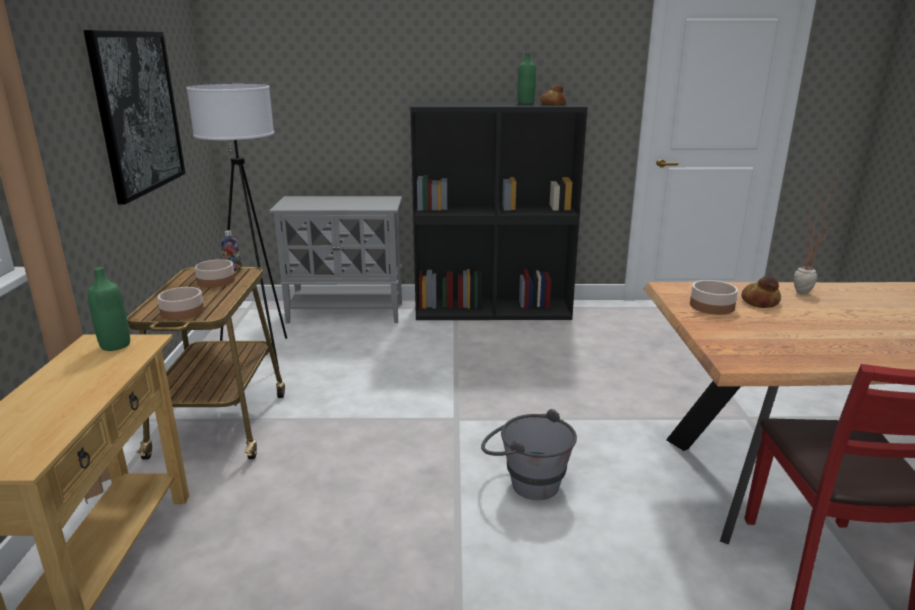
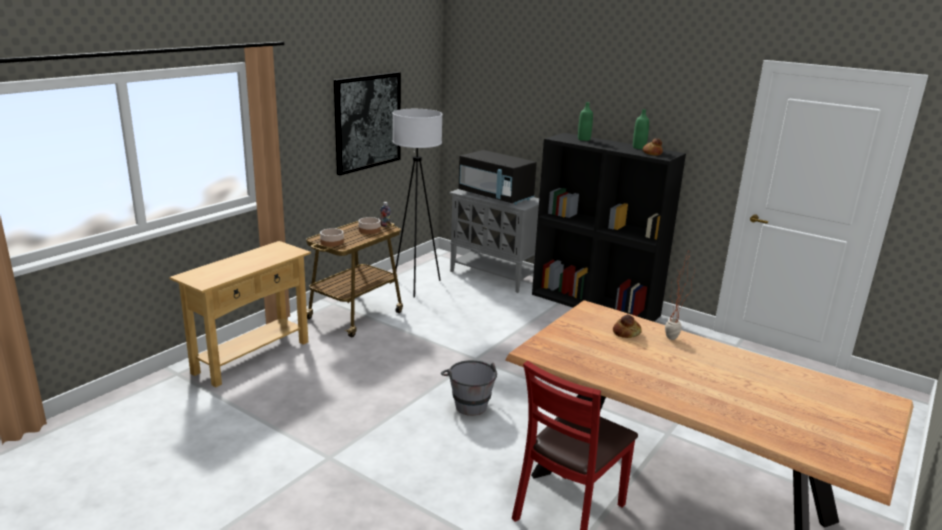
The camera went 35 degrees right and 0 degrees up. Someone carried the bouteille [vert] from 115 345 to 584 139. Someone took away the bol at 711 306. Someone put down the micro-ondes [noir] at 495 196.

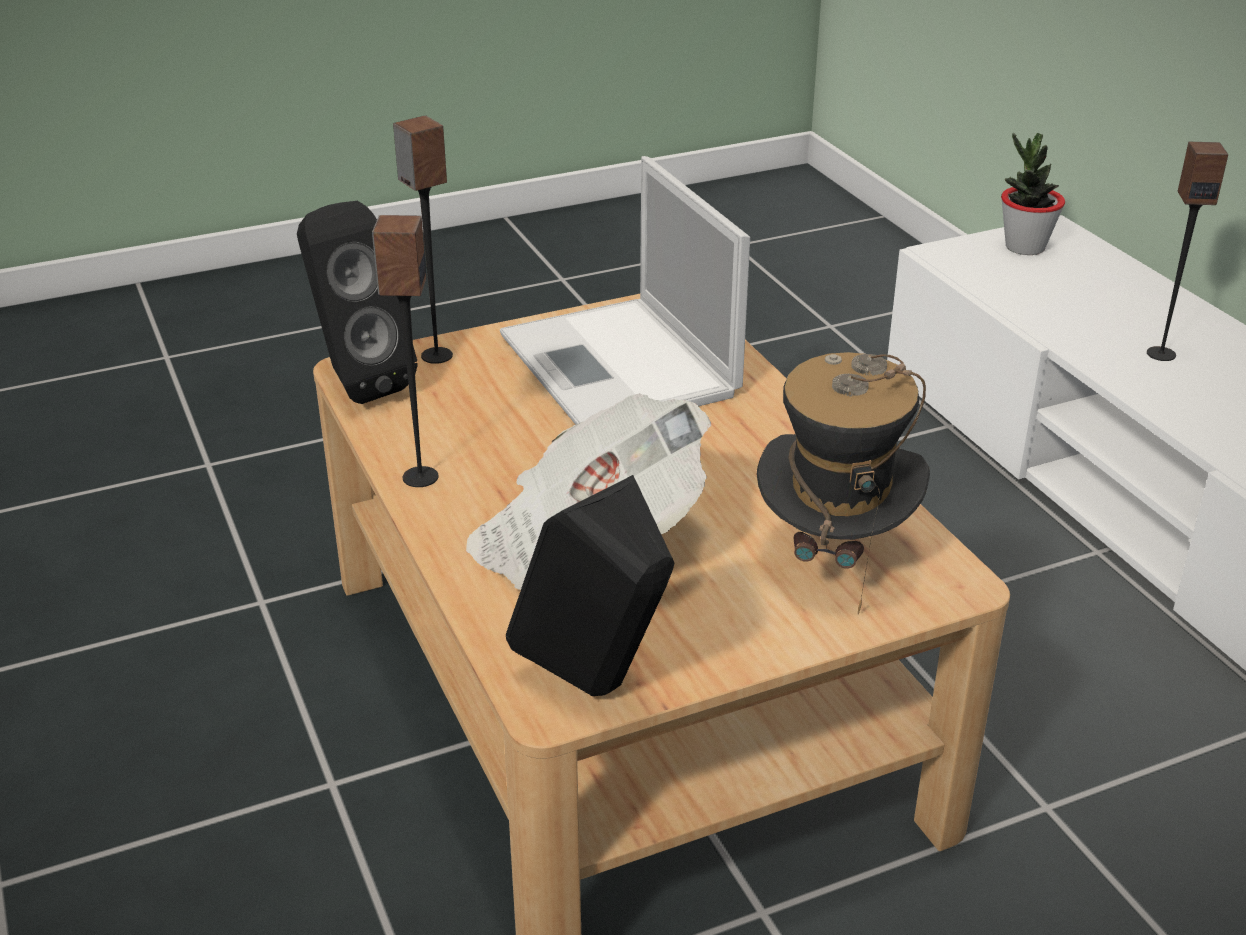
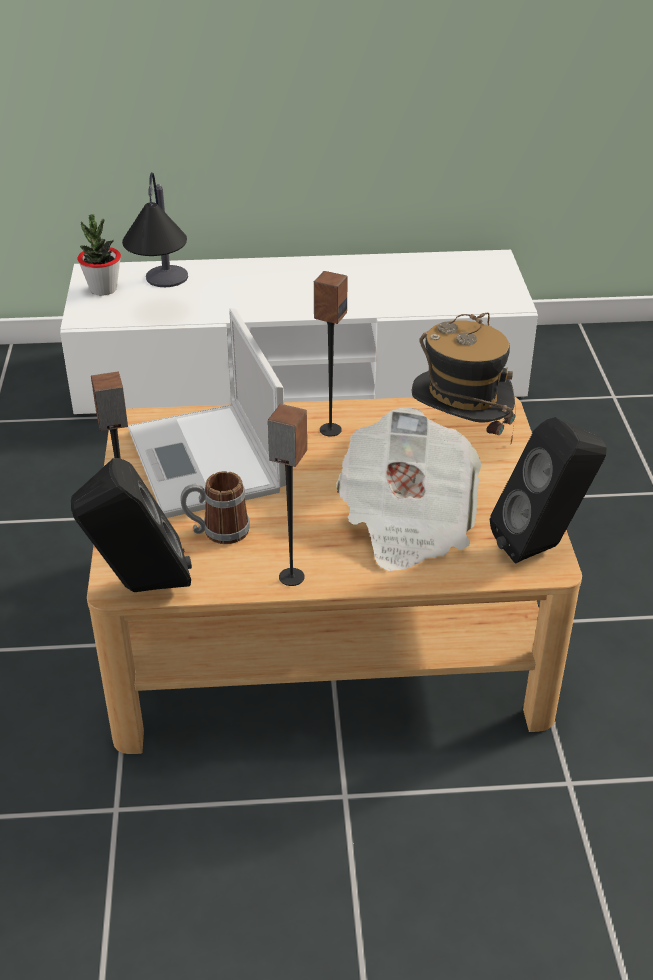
The camera went 70 degrees left and 5 degrees up. Someone carried the enceinte from 1161 354 to 330 430. Someone rotated the ordinateur portable at 621 367 by 75 degrees clockwise. Someone put down the lampe de table at 164 298. Someone put down the mug at 217 531.

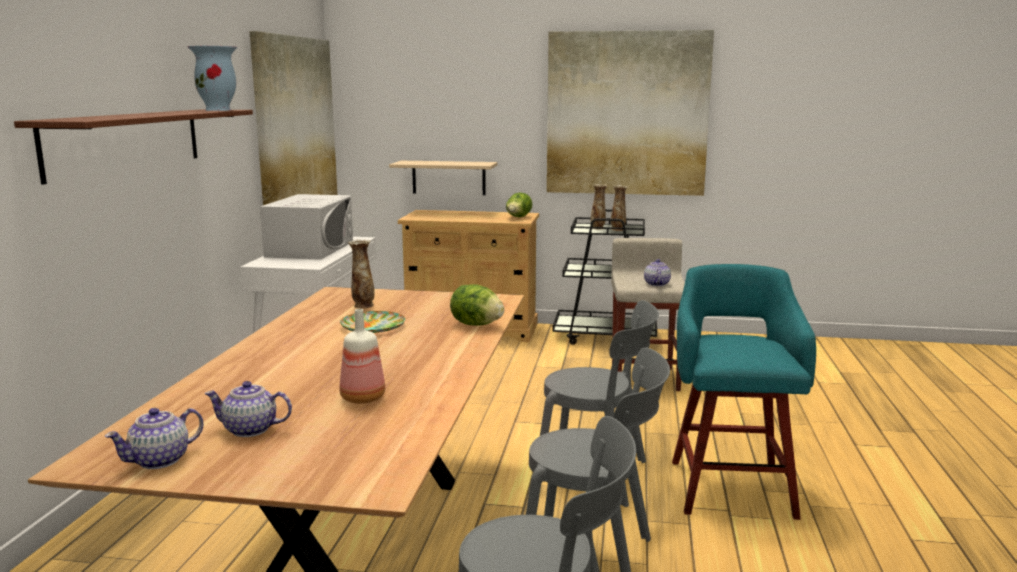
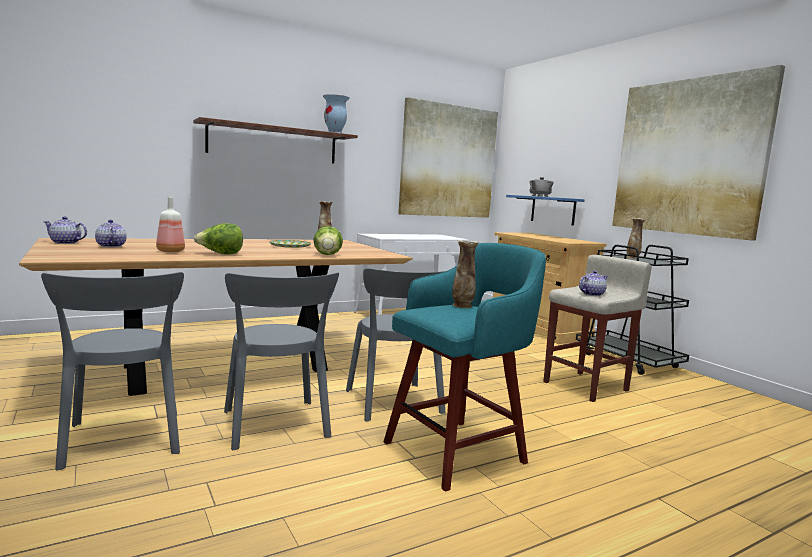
The camera went 50 degrees right and 5 degrees down. Someone repainted the étagère [beige] at 448 177, which became the étagère [bleu] at 553 210. Someone carried the vase from 618 229 to 462 306. Someone carried the laitue from 518 218 to 220 254. Someone took away the micro-ondes [blanc] at 310 249. Someone put down the théière [gris] at 539 196.

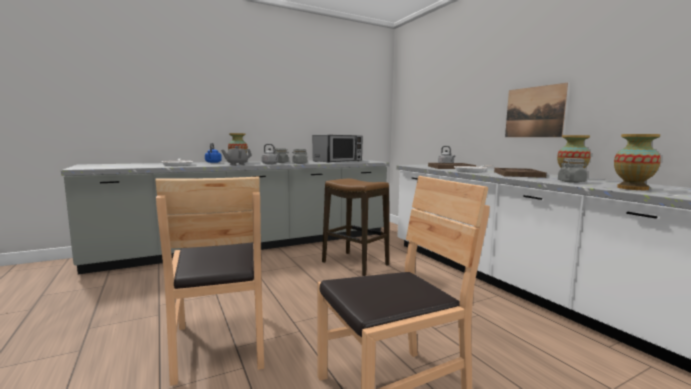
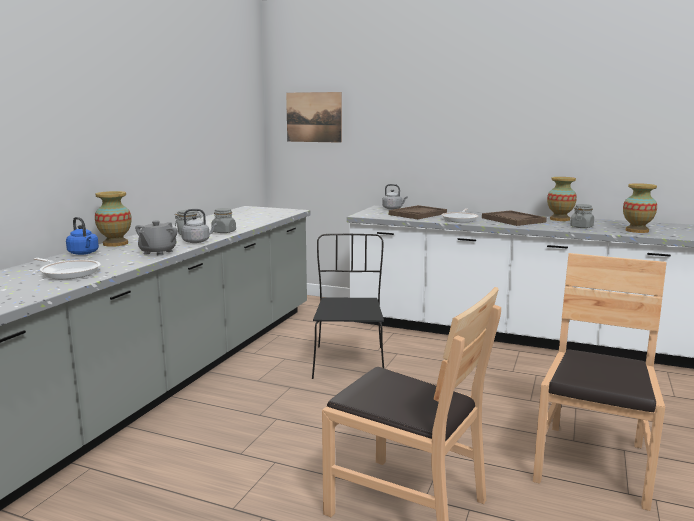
The camera went 40 degrees left and 5 degrees up. Someone carried the tableau from 534 112 to 314 117. Someone took away the micro-ondes at 338 161. Someone swapped the tabouret at 355 264 for the chaise [noir] at 349 361.

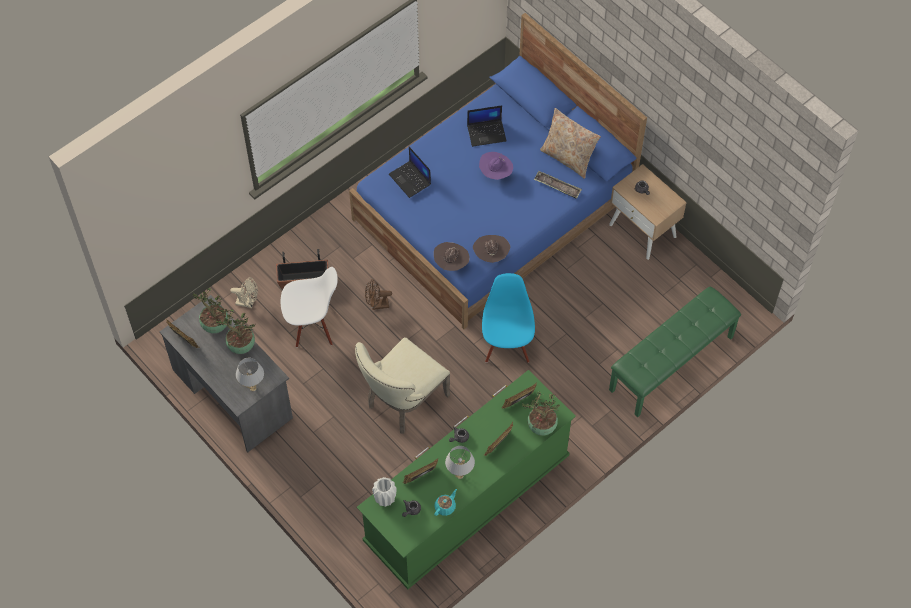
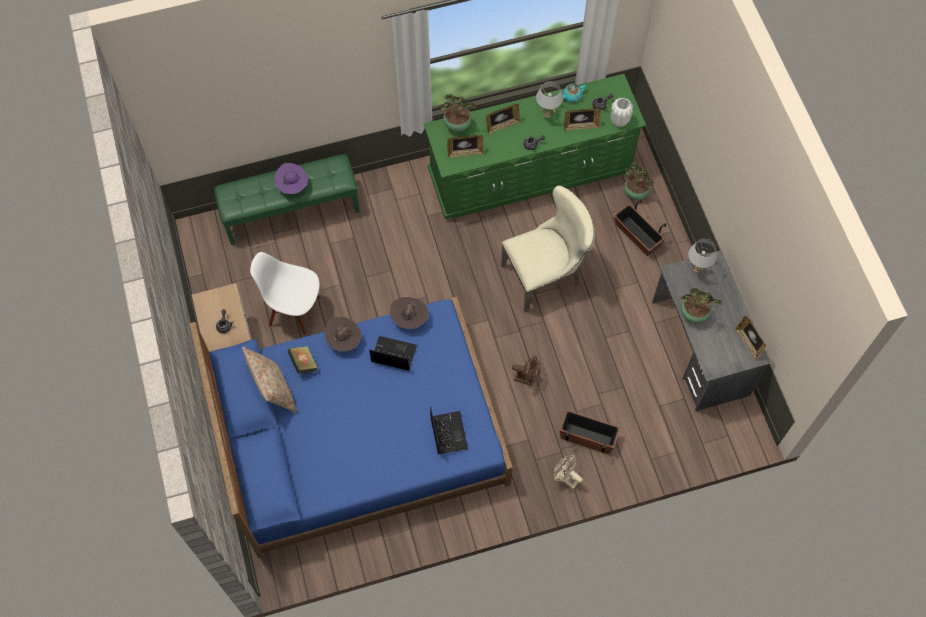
The camera went 155 degrees left and 5 degrees up. Someone carried the ordinateur portable from 487 133 to 393 354. Someone carried the chapeau [violet] from 495 173 to 293 186. Someone swapped the plateau at 557 186 for the livre at 303 363. Someone carried the chapeau [marron] from 451 263 to 344 340. Someone carried the chaise [blanc] from 312 326 to 294 310. Someone took away the chaise [bleu] at 507 346. Someone carried the ventilateur [beige] from 248 303 to 565 478. Someone carried the plante en pot from 214 325 to 636 193. Someone put down the cache-pot at 637 236.

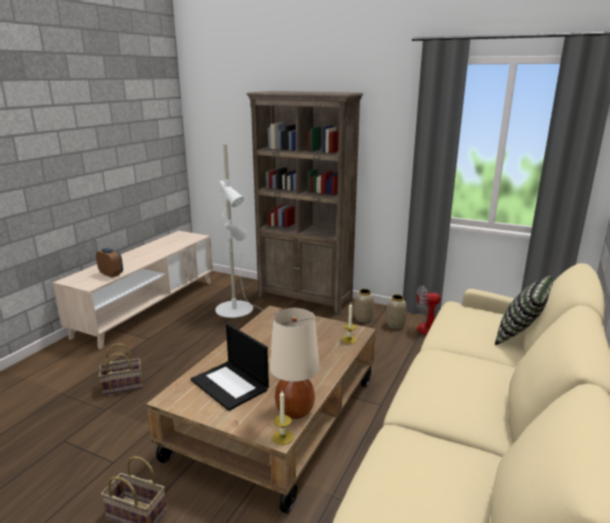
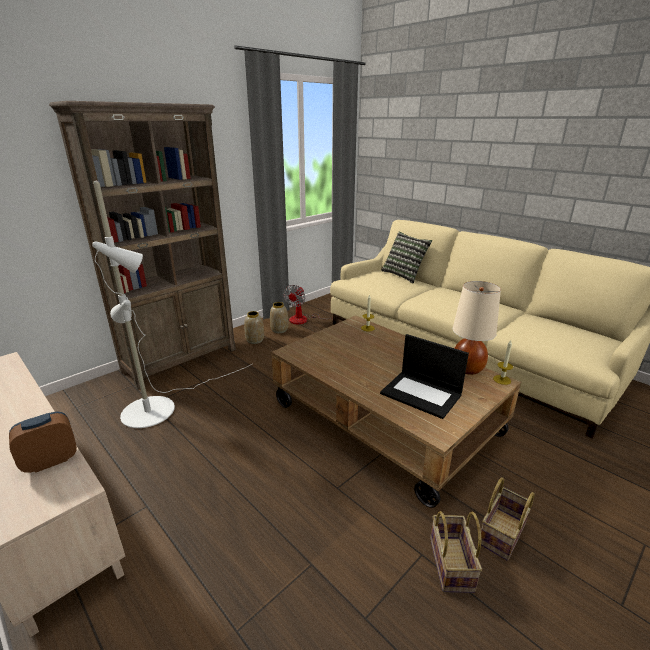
The camera went 70 degrees left and 5 degrees up. Someone rotated the ordinateur portable at 230 385 by 60 degrees clockwise. Someone carried the panier from 124 385 to 449 562.

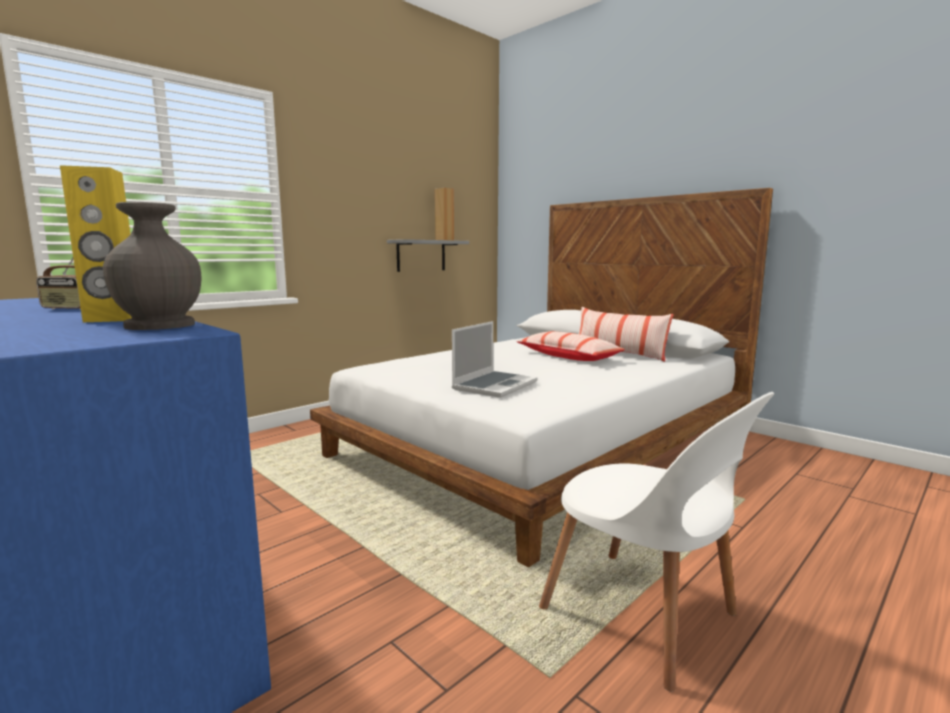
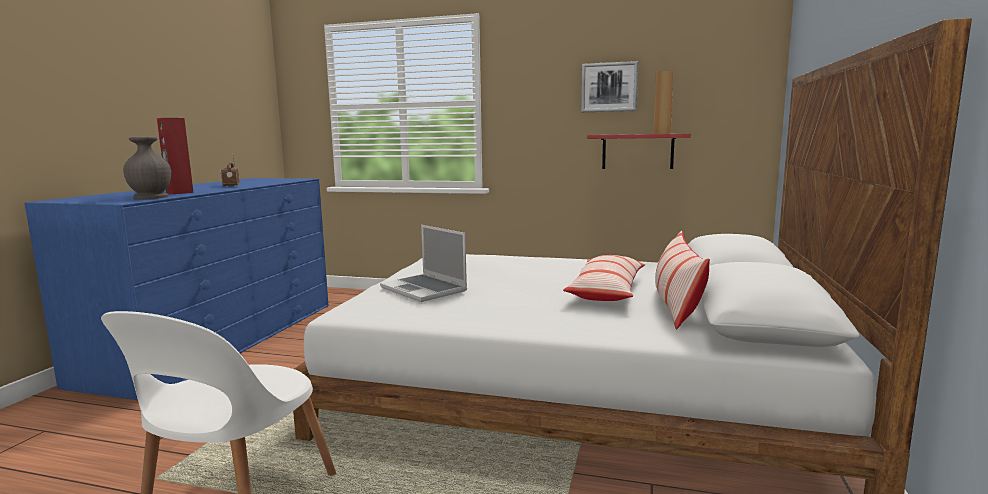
The camera went 60 degrees right and 0 degrees up. Someone repainted the enceinte [jaune] at 113 319, which became the enceinte [rouge] at 179 193. Someone repainted the étagère [gris] at 421 255, which became the étagère [rouge] at 637 151. Someone rotated the ordinateur portable at 494 385 by 45 degrees clockwise. Someone put up the tableau at 609 87.

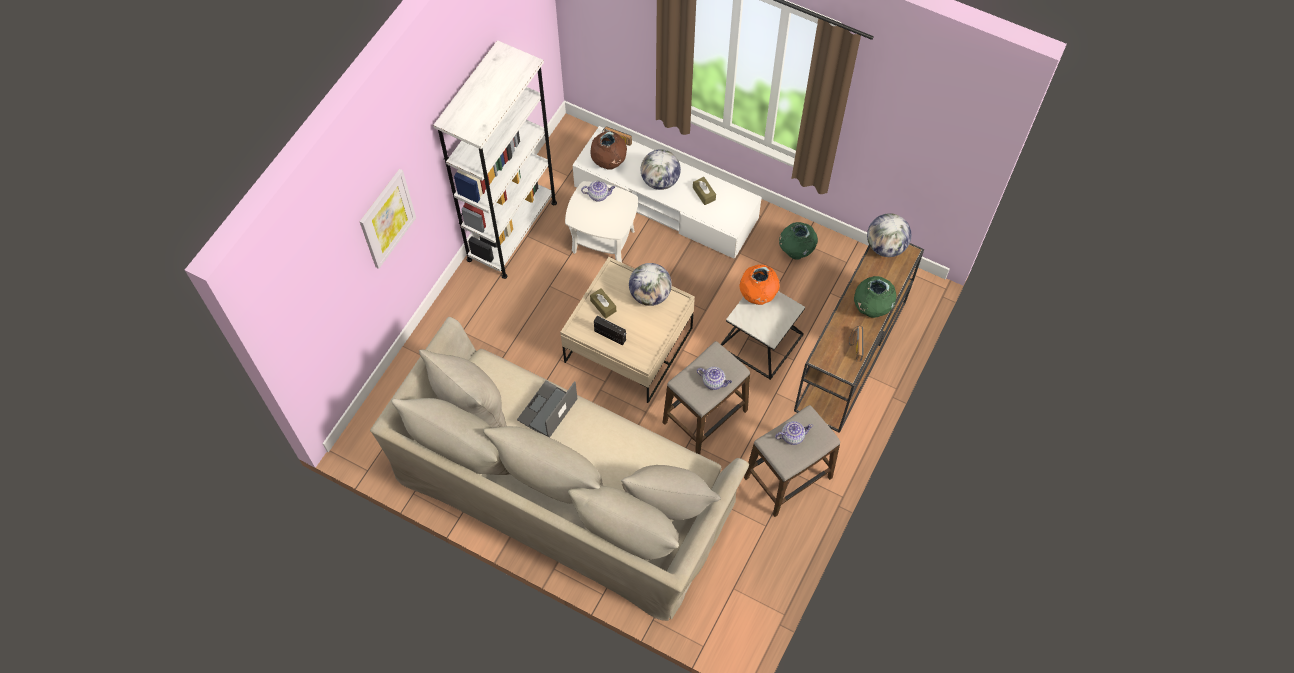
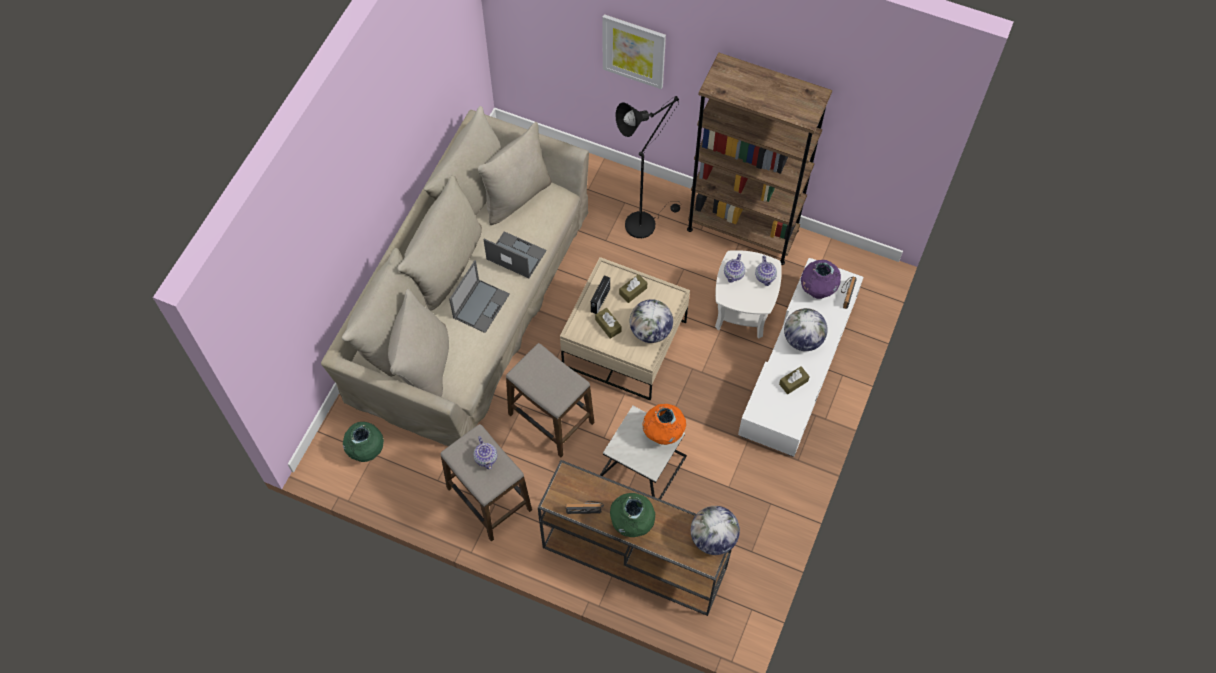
The camera went 85 degrees right and 0 degrees up. Someone repainted the bibliothèque [blanc] at 512 231, which became the bibliothèque [marron] at 742 230. Someone repainted the vase [marron] at 609 163, which became the vase [violet] at 817 290. Someone carried the vase [vert] from 795 251 to 366 450. Someone carried the théière from 714 382 to 734 274. Someone put down the lampadaire [noir] at 645 221. Someone put down the ordinateur portable at 481 305. Someone put down the boîte à mouchoirs [marron] at 608 325.

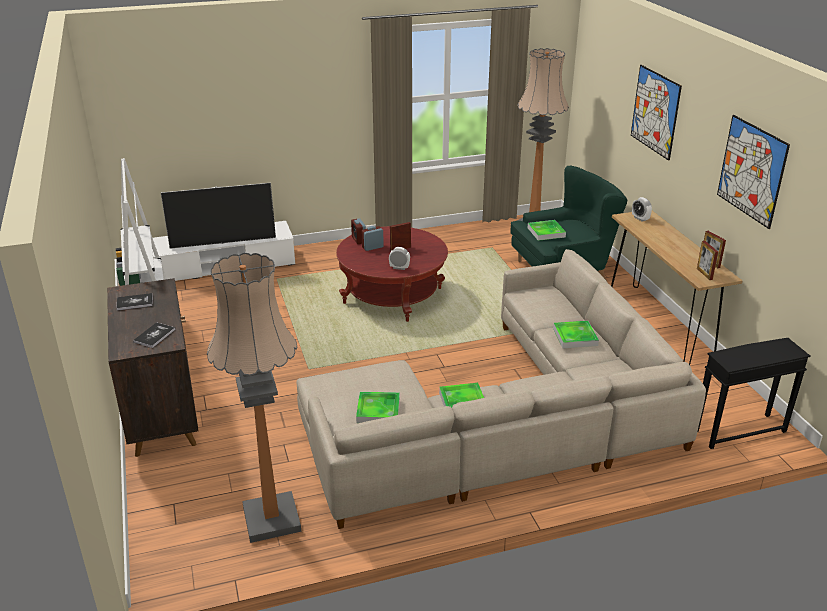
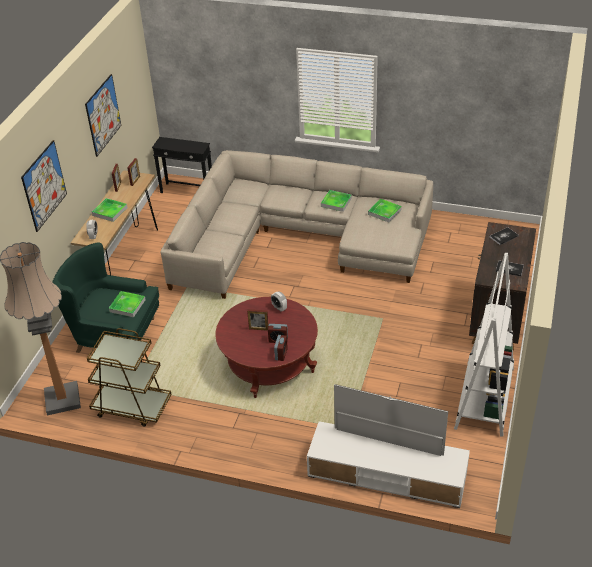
The camera went 145 degrees left and 10 degrees up. Someone took away the lampadaire at 271 519. Someone carried the plateau from 575 337 to 110 211. Someone put down the chariot [marron] at 131 407.

